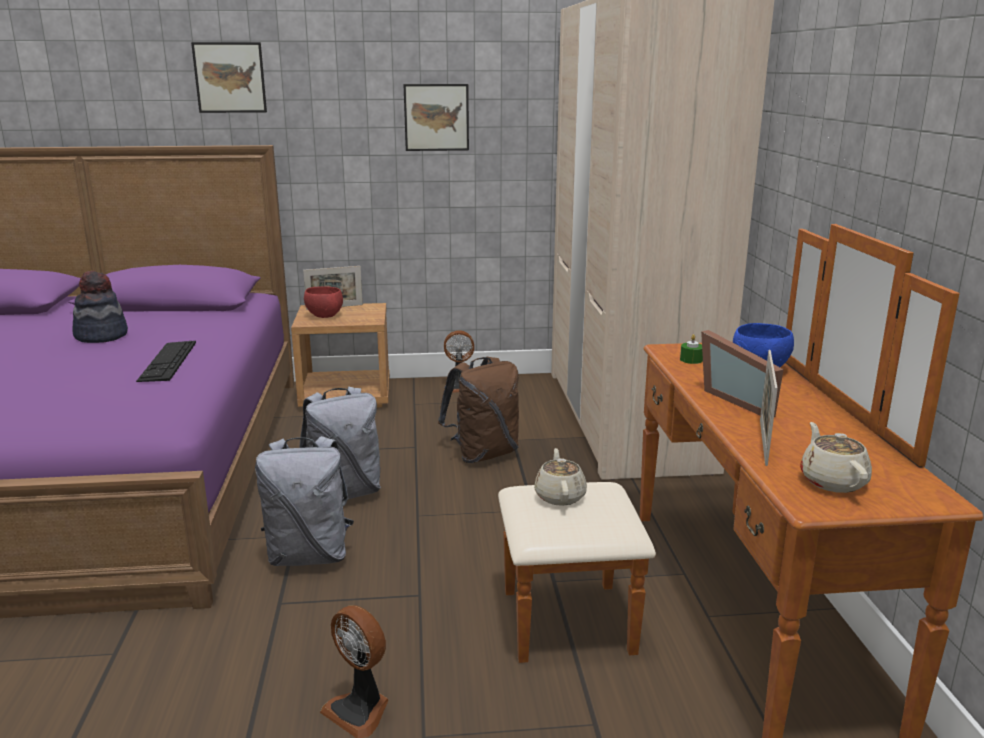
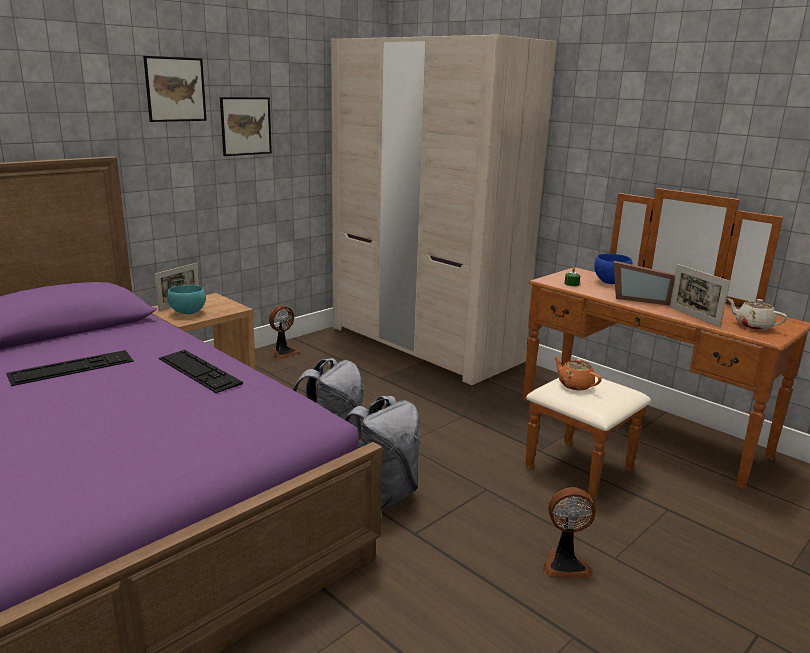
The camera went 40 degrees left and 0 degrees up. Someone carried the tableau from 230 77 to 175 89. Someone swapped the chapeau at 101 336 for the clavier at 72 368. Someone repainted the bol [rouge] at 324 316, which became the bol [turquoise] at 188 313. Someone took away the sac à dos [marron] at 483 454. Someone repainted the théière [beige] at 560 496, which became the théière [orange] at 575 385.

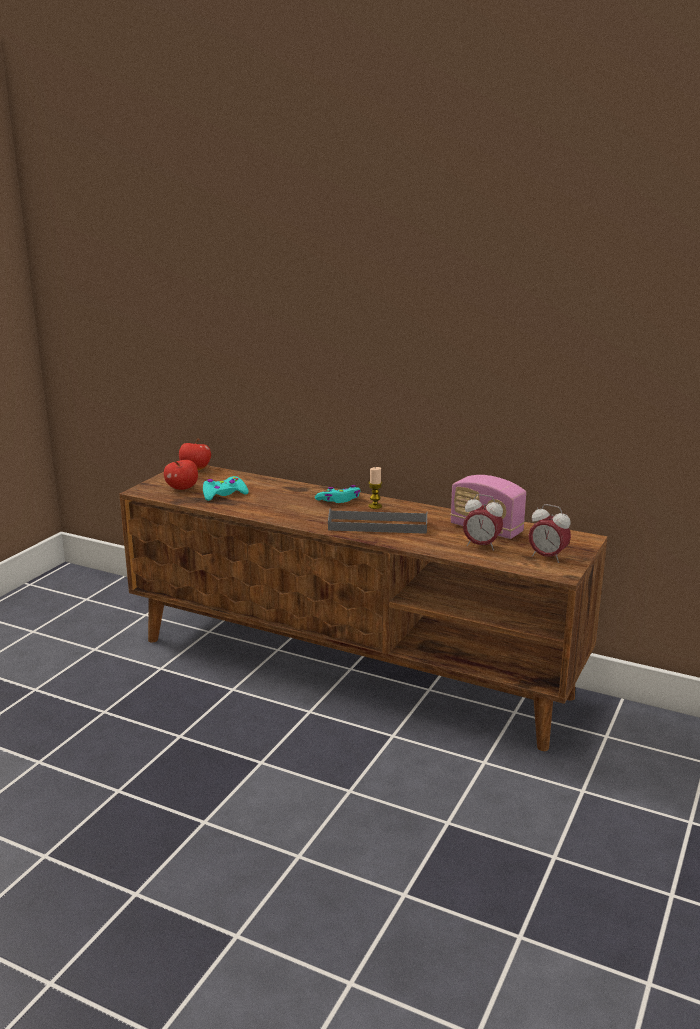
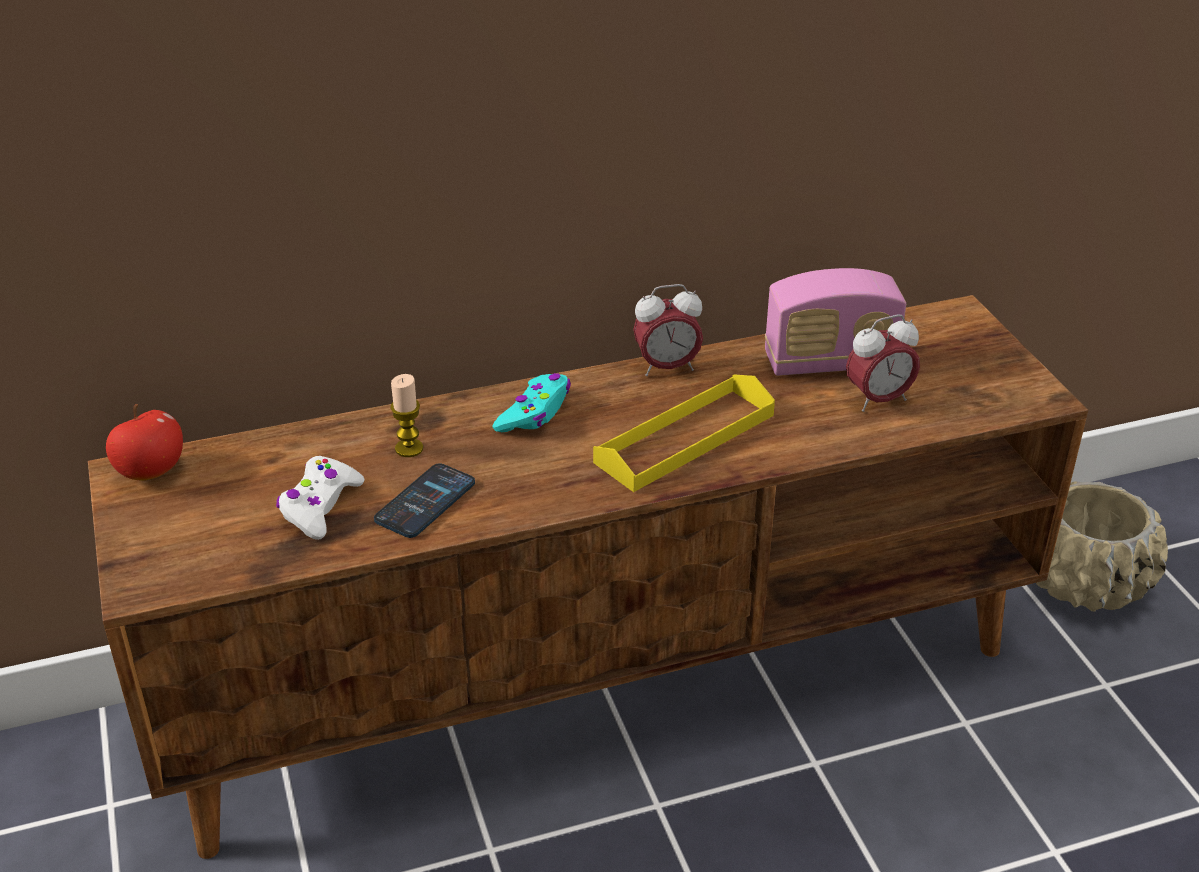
The camera went 45 degrees left and 15 degrees up. Someone took away the pomme at 182 488. Someone carried the bougie from 375 506 to 409 448. Someone repainted the manette [turquoise] at 224 494, which became the manette [blanc] at 320 506. Someone carried the réveil from 547 557 to 667 367. Someone repainted the plateau [gris] at 378 526, which became the plateau [jaune] at 685 438. Someone put down the téléphone at 425 502. Someone put down the cache-pot [beige] at 1084 583.

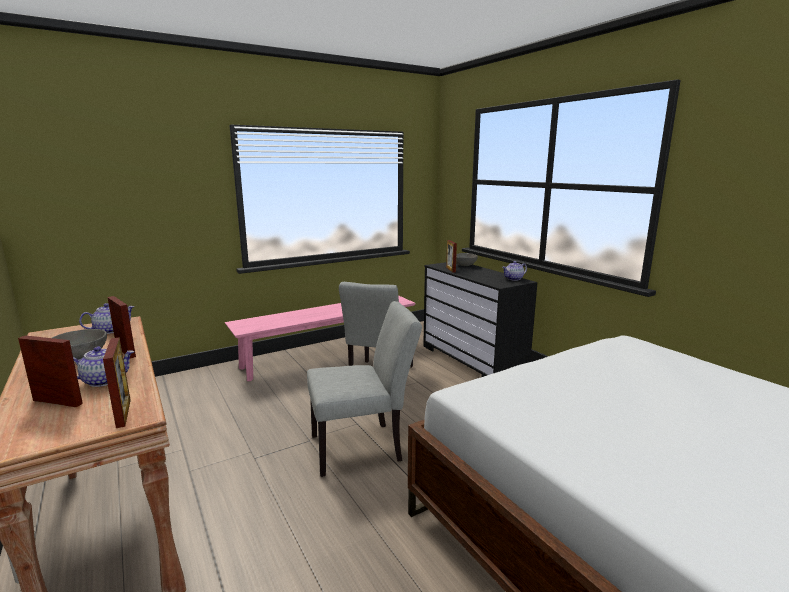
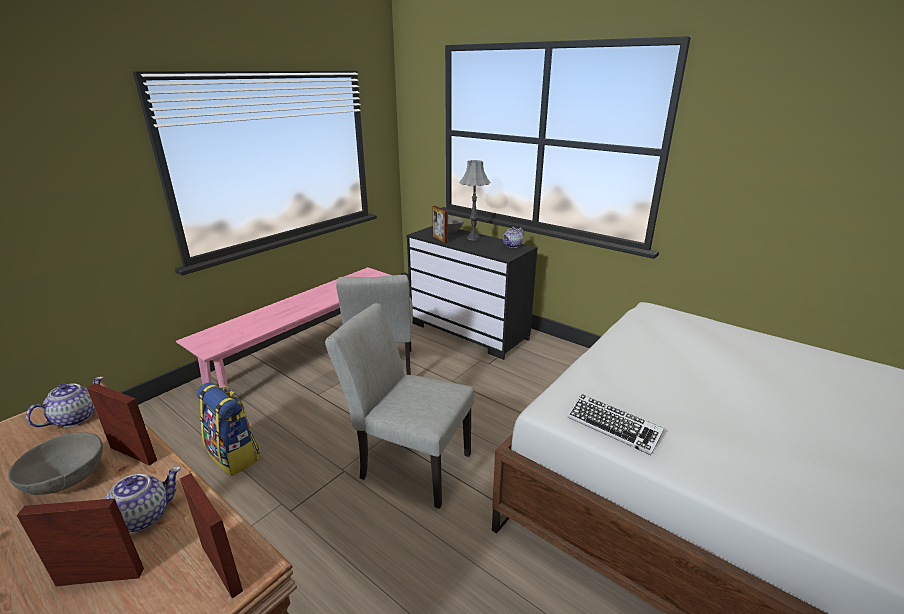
The camera went 20 degrees left and 10 degrees up. Someone rotated the chaise [gris] at 363 447 by 120 degrees counterclockwise. Someone put down the lampe de table [gris] at 473 238. Someone put down the sac à dos at 234 456. Someone put down the clavier at 613 427.

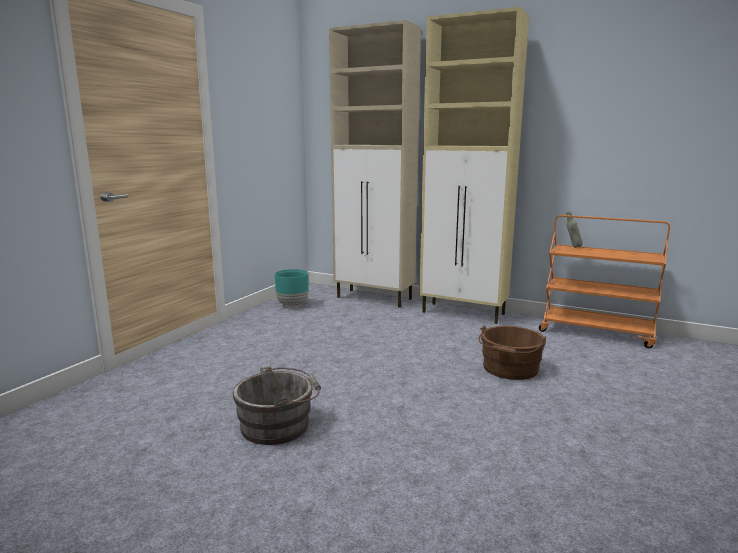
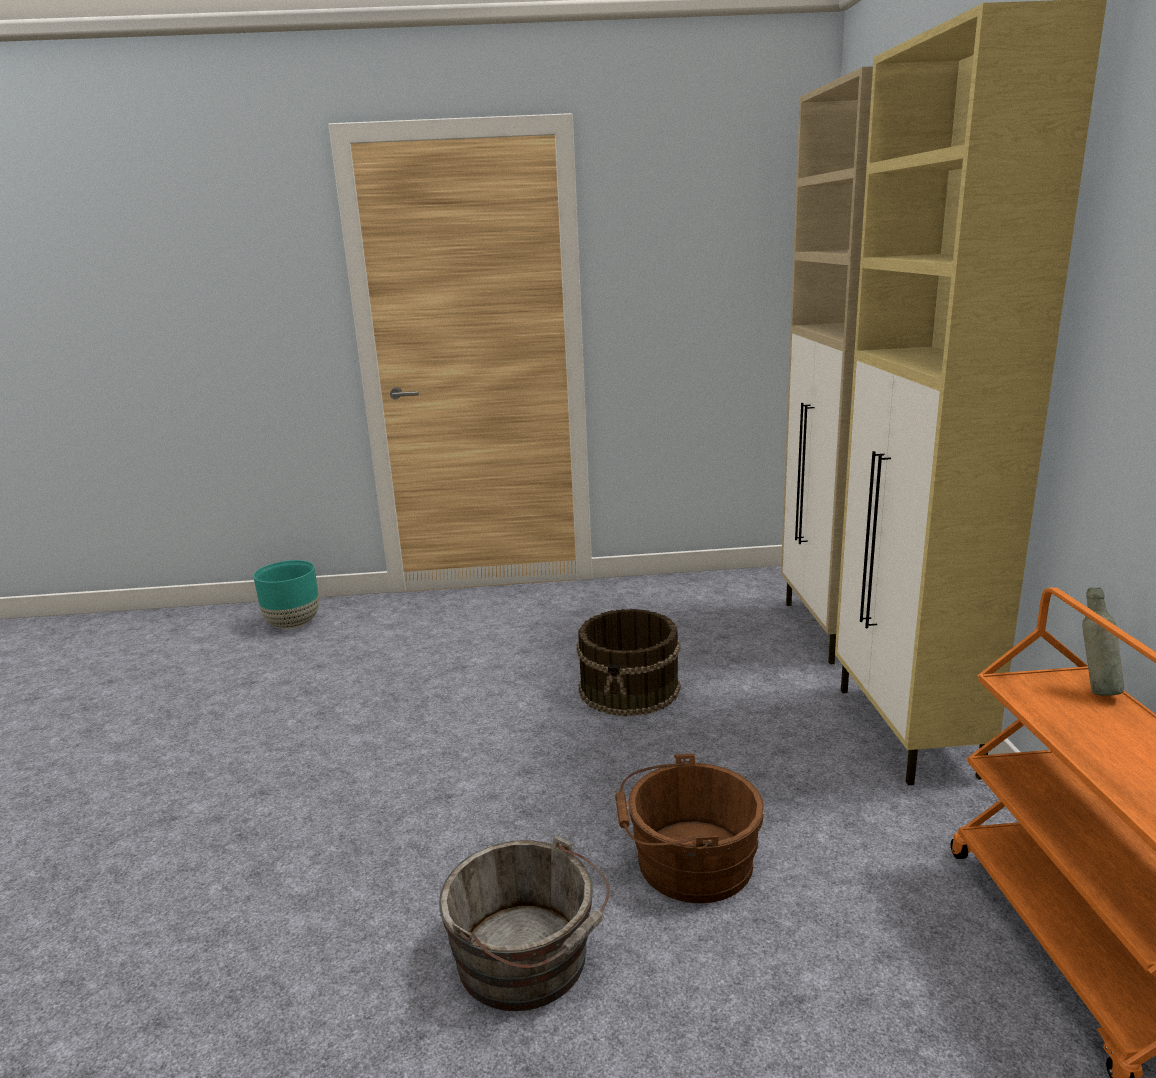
The camera went 60 degrees right and 5 degrees up. Someone carried the cache-pot [turquoise] from 292 305 to 292 624. Someone carried the seau [gris] from 279 425 to 528 960. Someone put down the seau [marron] at 630 688.

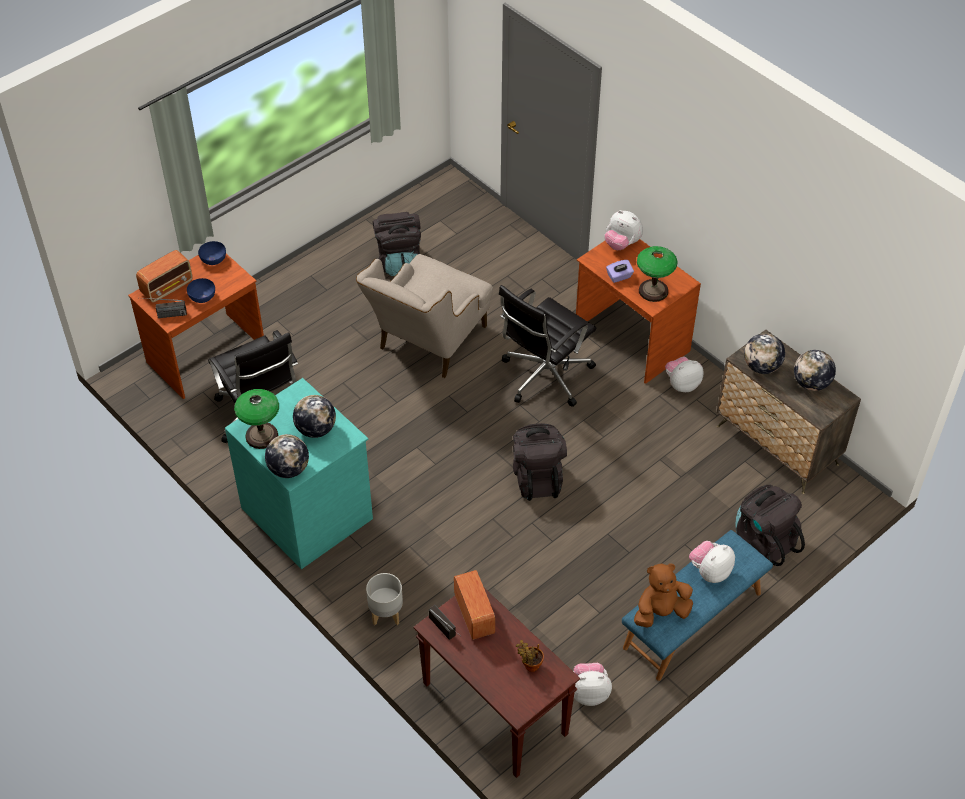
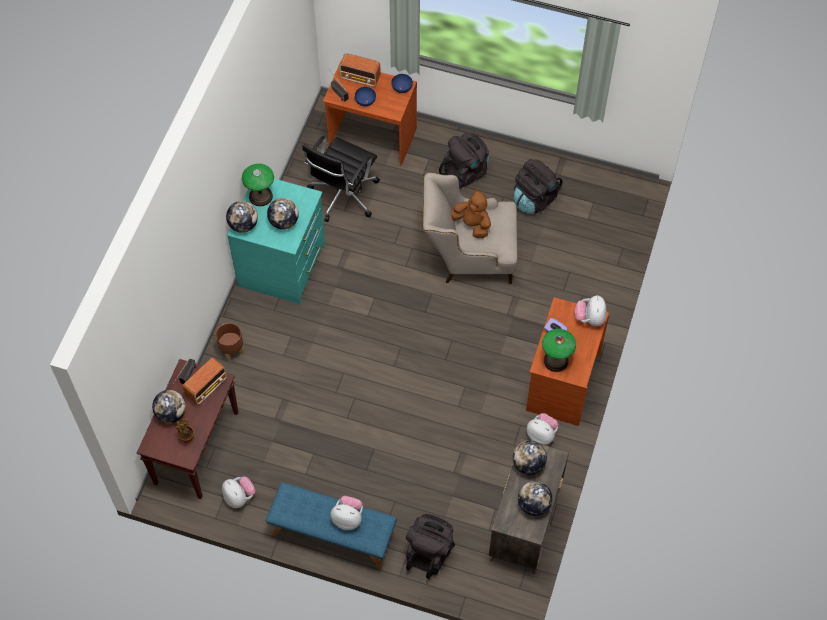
The camera went 60 degrees right and 10 degrees up. Someone took away the chaise de bureau [noir] at 544 376. Someone carried the sac à dos [noir] from 537 477 to 466 172. Someone carried the peluche [marron] from 661 612 to 472 224. Someone repainted the cache-pot [gris] at 385 614, which became the cache-pot [marron] at 231 350. Someone put down the globe at 171 413.

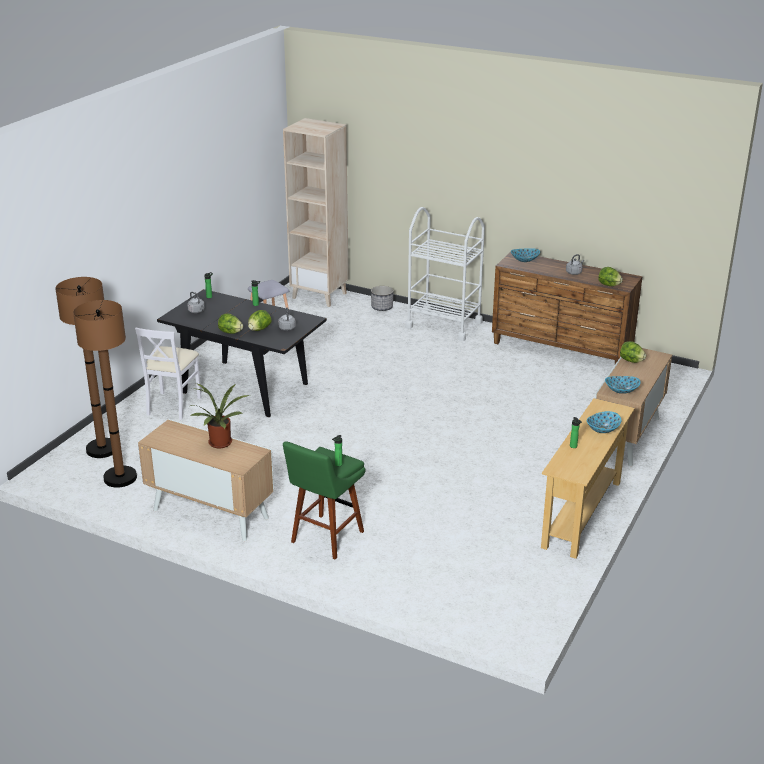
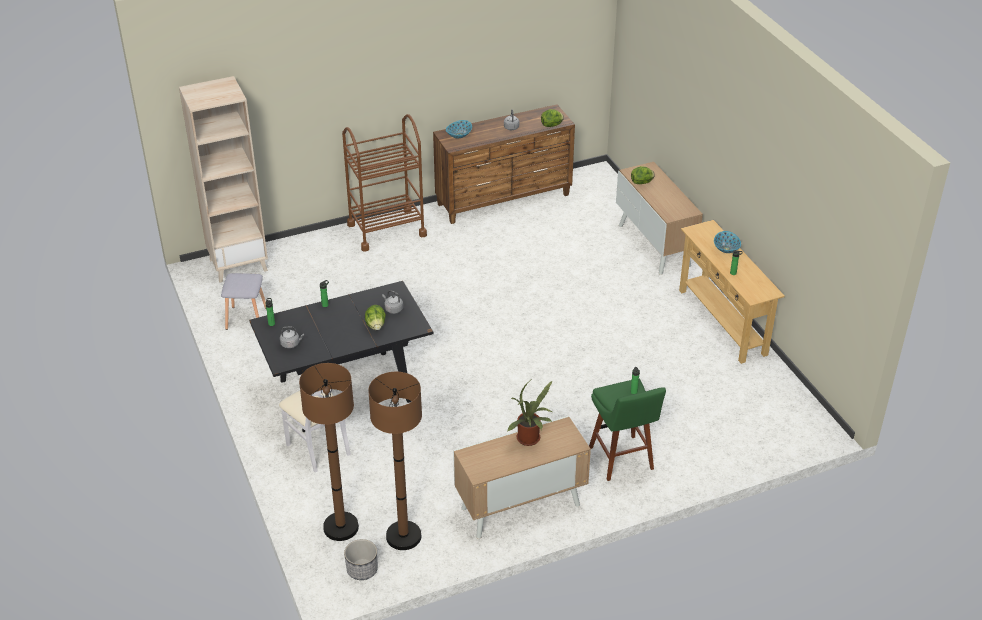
The camera went 50 degrees left and 10 degrees up. Someone repainted the chariot [blanc] at 444 324, which became the chariot [marron] at 386 230. Someone carried the cache-pot from 382 307 to 362 569. Someone took away the laitue at 230 332. Someone took away the bol at 621 390.

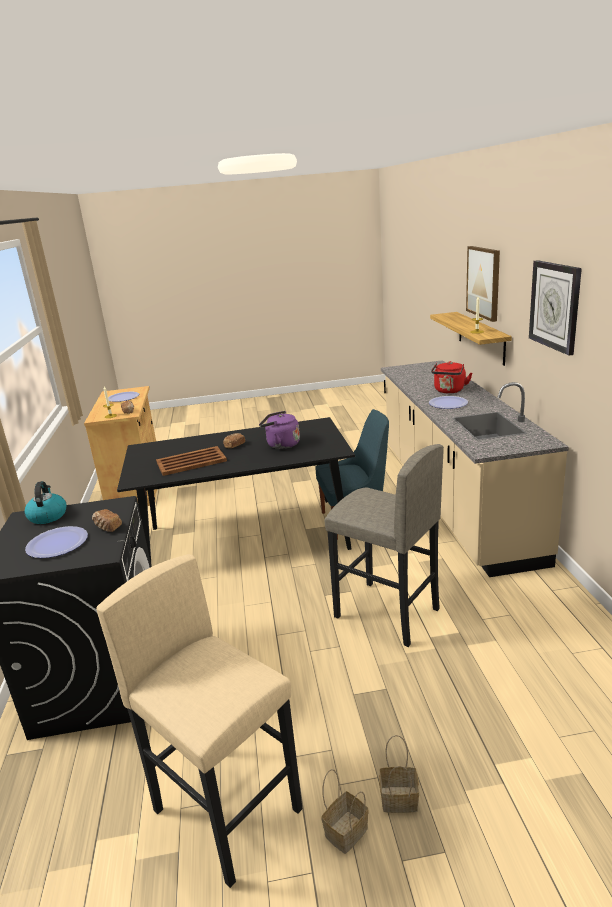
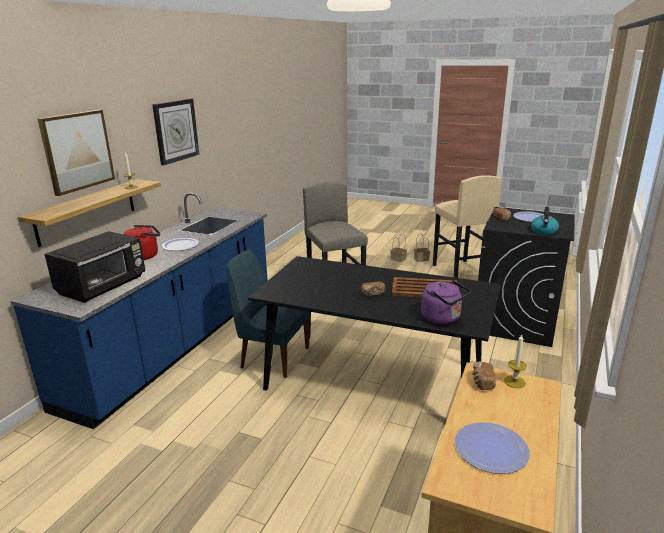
The camera went 150 degrees left and 0 degrees up. Someone repainted the comptoir de cuisine [beige] at 453 499, which became the comptoir de cuisine [bleu] at 178 344. Someone carried the bouilloire [violet] from 281 444 to 443 318. Someone put down the micro-ondes [noir] at 103 286.

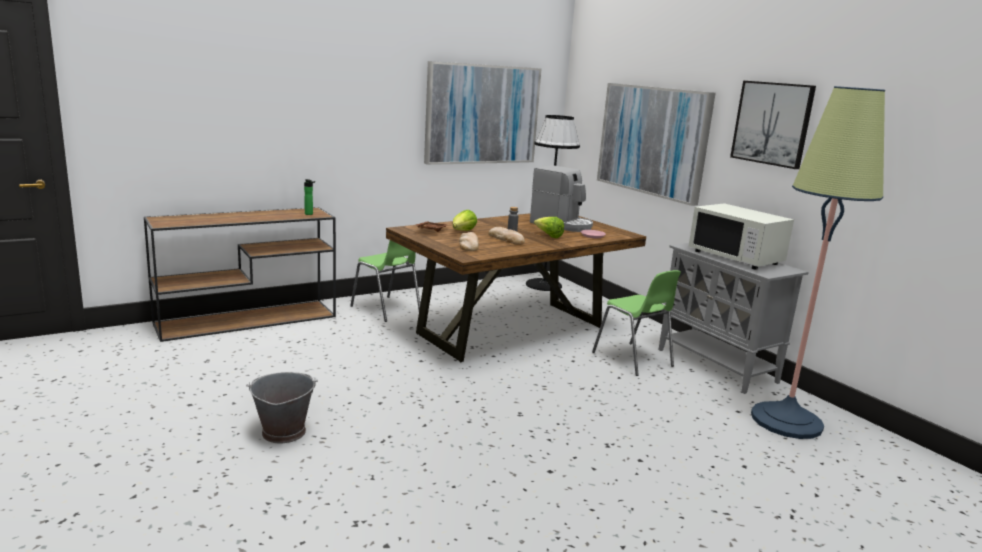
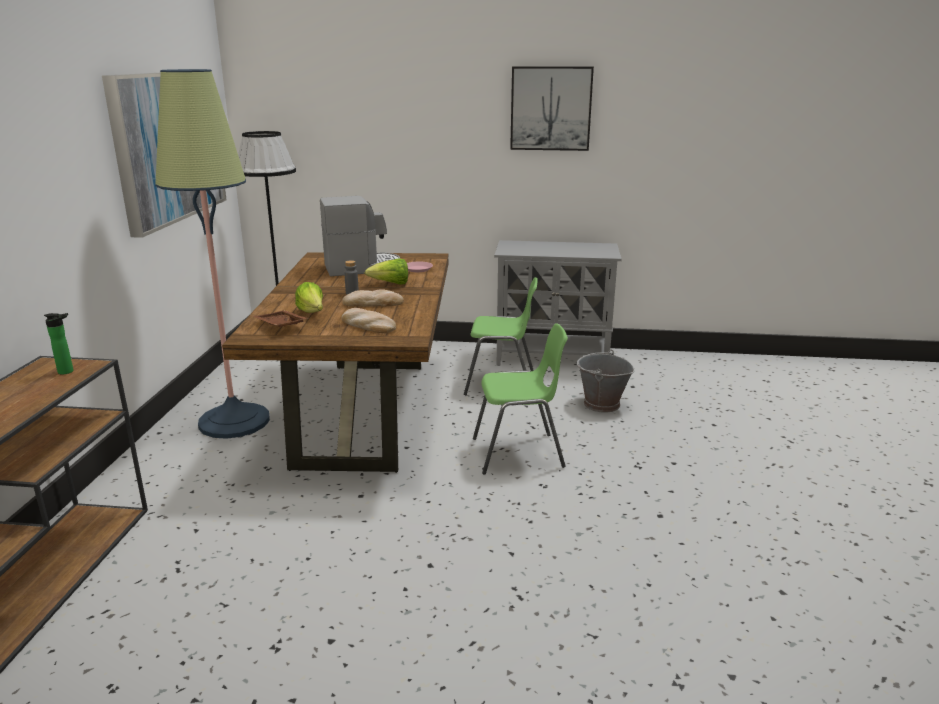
The camera went 50 degrees left and 5 degrees up. Someone took away the tableau at 653 140. Someone carried the lampadaire from 786 421 to 234 421. Someone took away the micro-ondes [blanc] at 736 257. Someone carried the chaise [vert] from 386 309 to 519 453. Someone carried the seau [gris] from 283 432 to 601 404.

